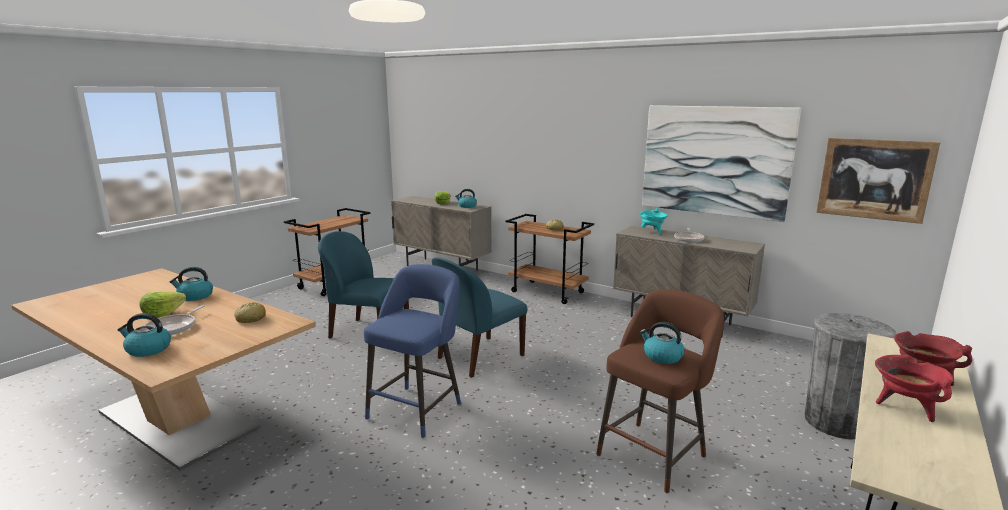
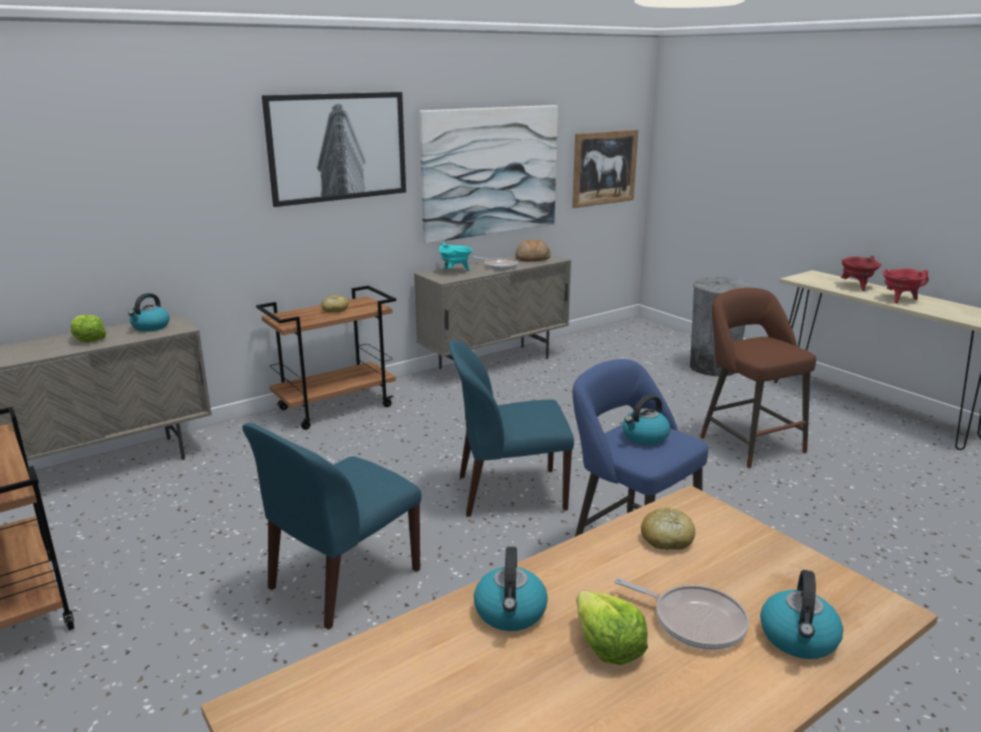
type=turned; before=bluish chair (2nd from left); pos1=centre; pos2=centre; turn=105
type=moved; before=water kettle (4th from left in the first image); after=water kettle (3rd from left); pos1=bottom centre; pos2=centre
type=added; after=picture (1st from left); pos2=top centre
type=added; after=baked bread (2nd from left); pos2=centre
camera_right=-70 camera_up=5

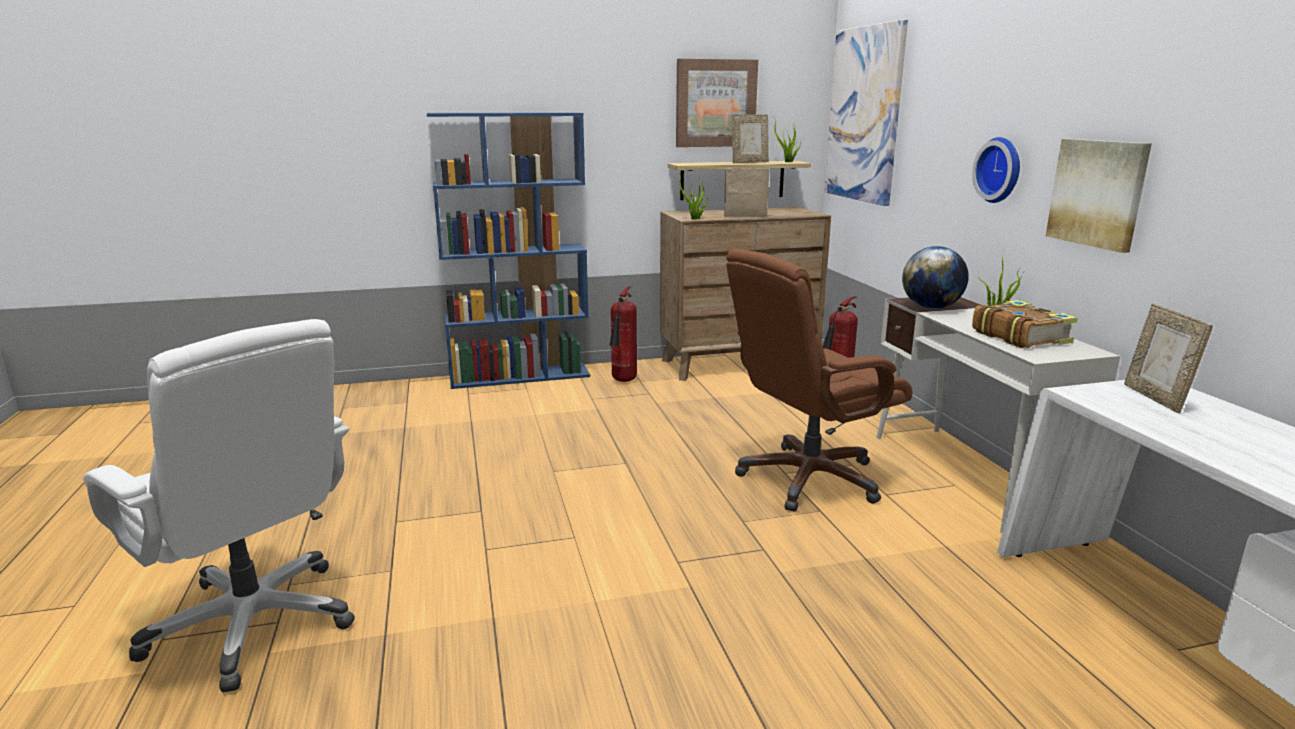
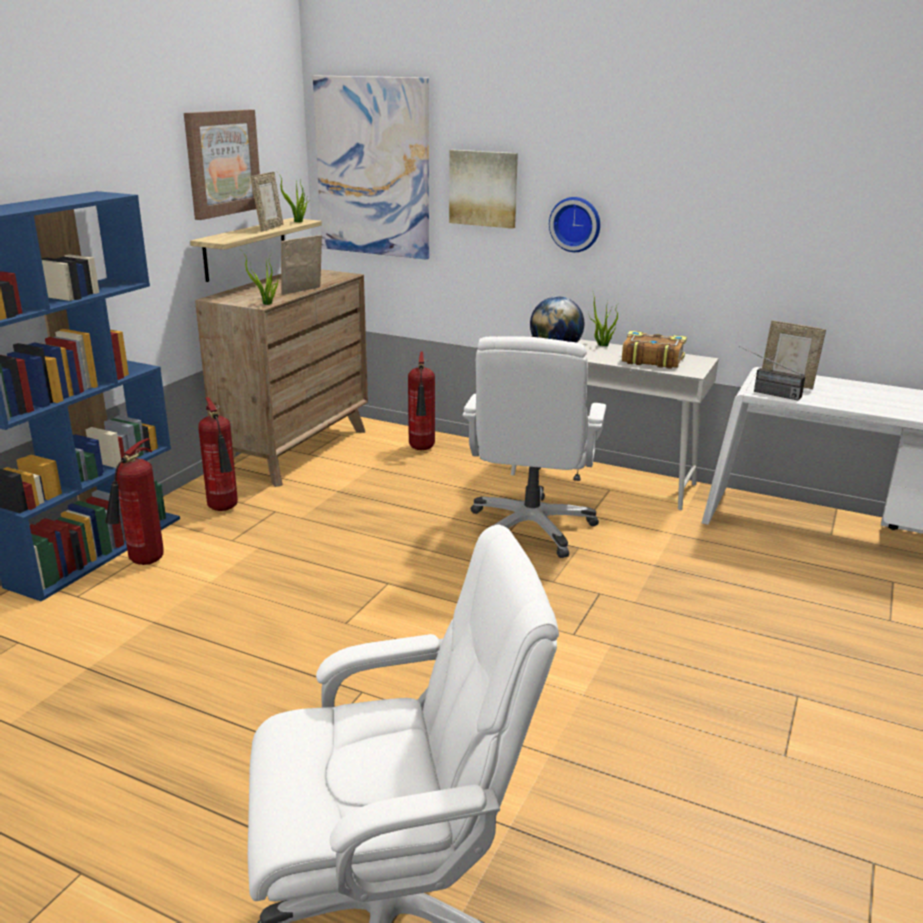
type=recoloured; before=brown-coloured computer chair; after=whitish computer chair (2nd from left); pos1=centre; pos2=centre
type=moved; before=picture (3rd from left); pos1=top right; pos2=top centre
type=added; after=fire-fighting cylinder (1st from left); pos2=middle left
type=added; after=radio; pos2=middle right
camera_right=-50 camera_up=5

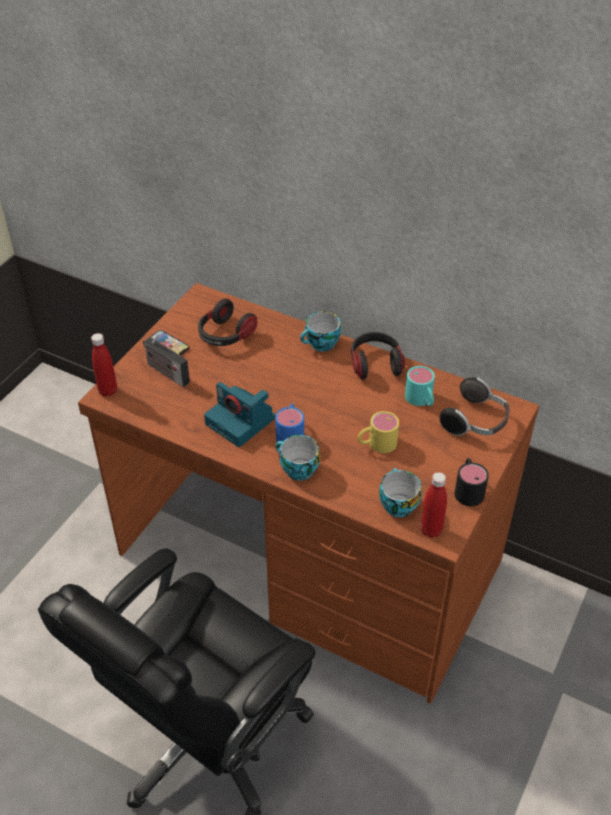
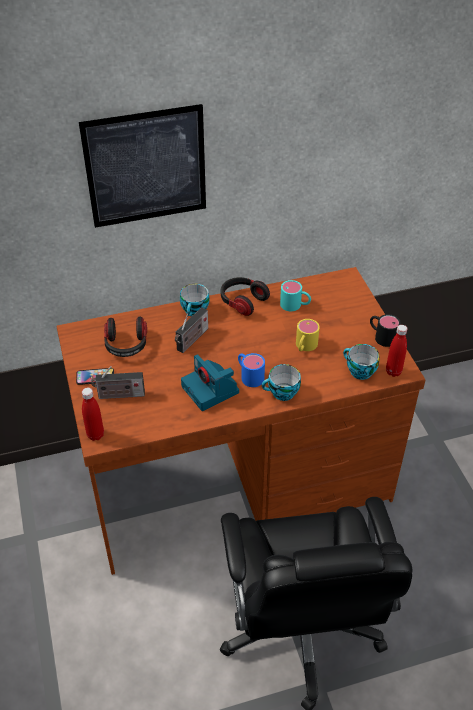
type=turned; before=still camera; pos1=centre; pos2=centre; turn=60
type=removed; before=pair of headphones (3rd from left); pos1=middle right
type=added; after=picture; pos2=top left
type=added; after=radio (2nd from left); pos2=centre
camera_right=-45 camera_up=0

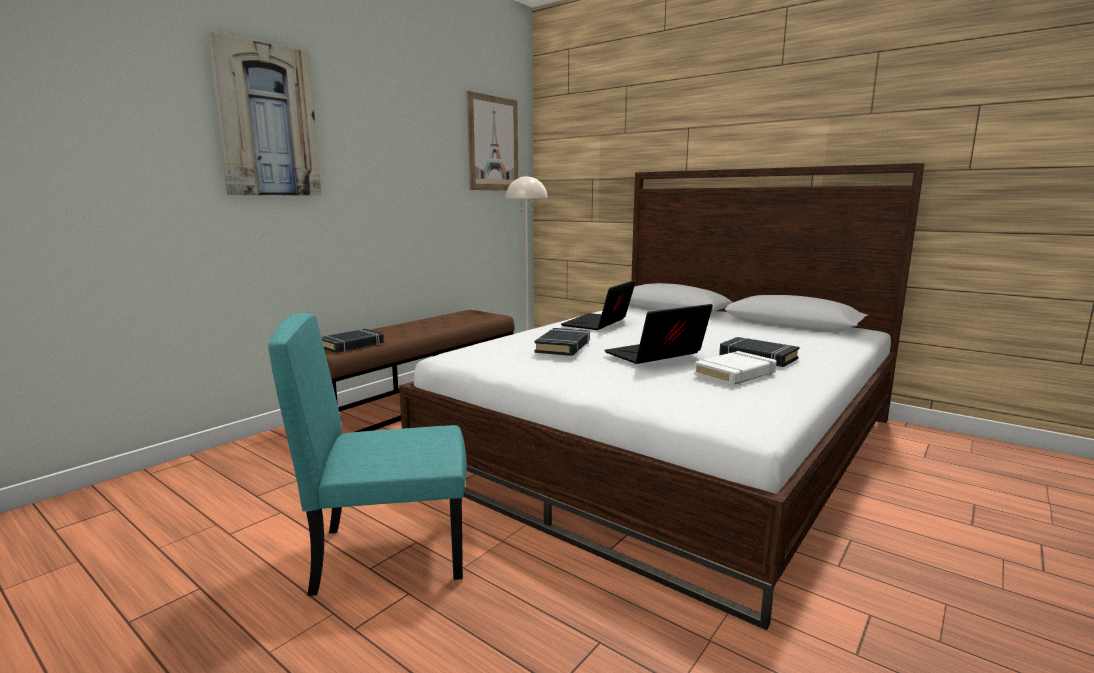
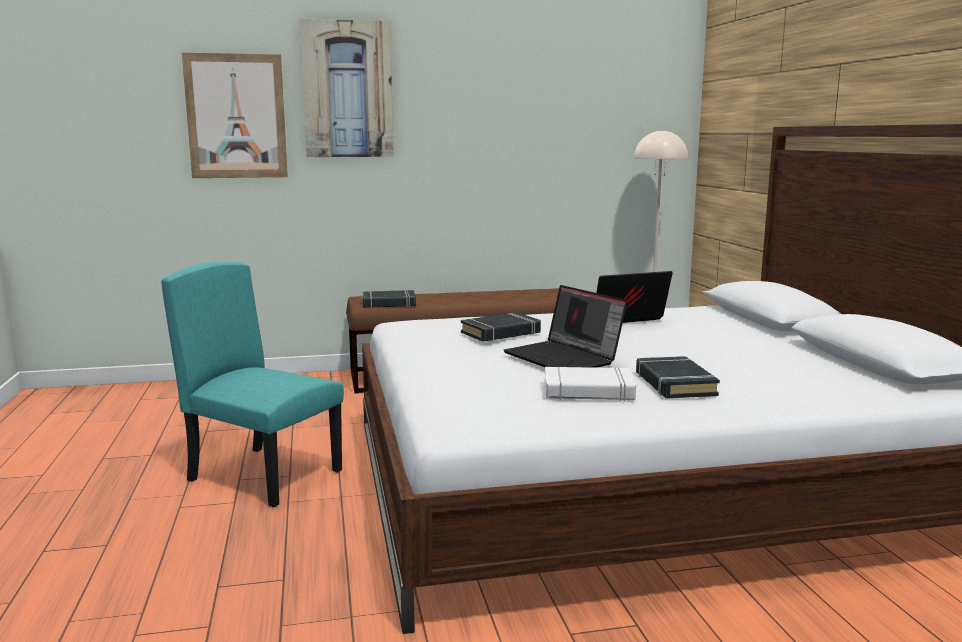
type=moved; before=picture (2nd from left in the first image); after=picture (1st from left); pos1=top centre; pos2=top left
type=turned; before=laptop (2nd from left in the first image); pos1=centre; pos2=centre; turn=-135
camera_right=40 camera_up=0

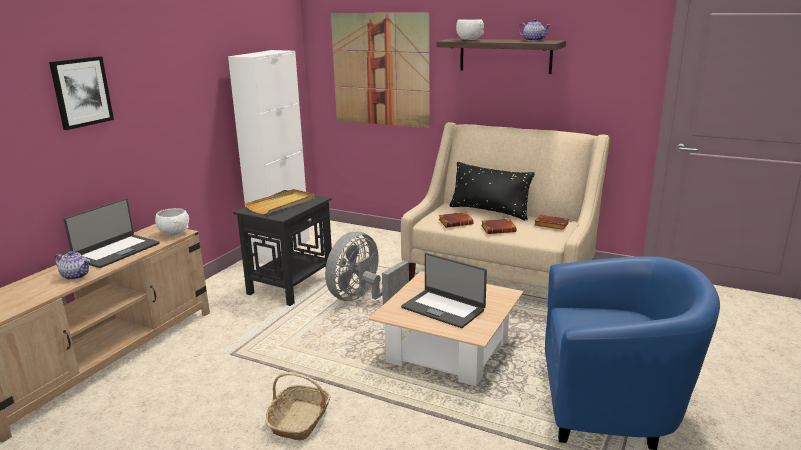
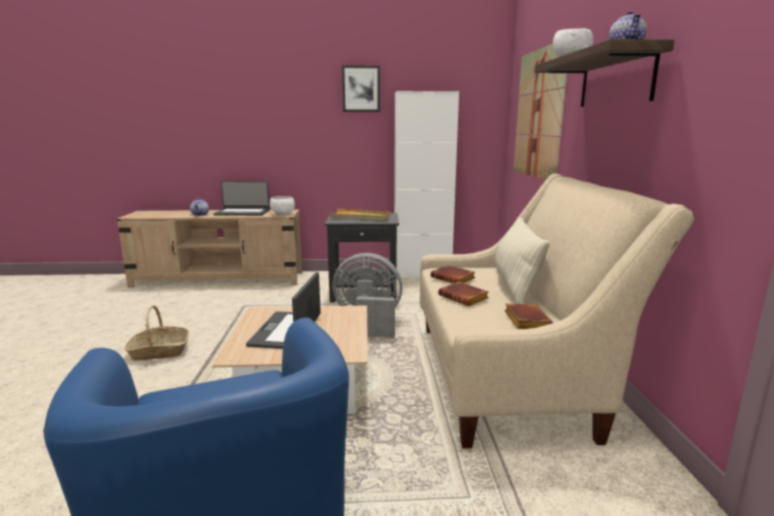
type=moved; before=picture (1st from left); pos1=top left; pos2=top centre
type=recoloured; before=black pillow; after=sand-coloured pillow; pos1=centre; pos2=middle right
camera_right=60 camera_up=-5

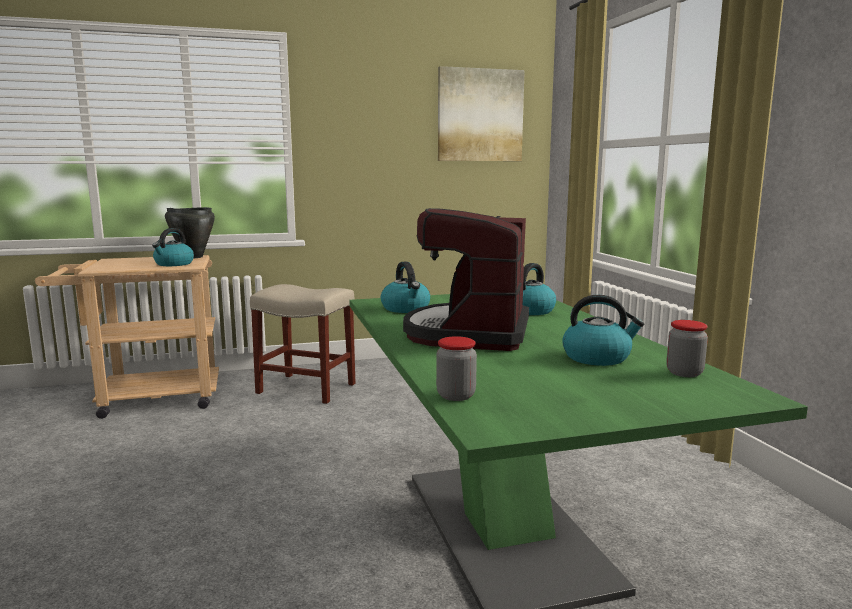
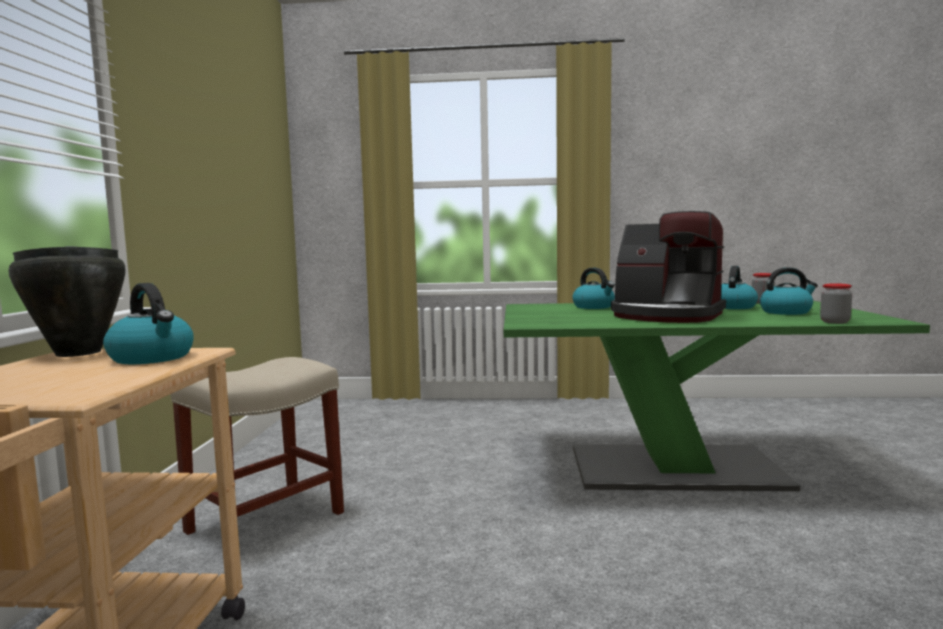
type=moved; before=water kettle (2nd from left in the first image); after=water kettle (4th from left); pos1=centre; pos2=middle right
type=removed; before=picture; pos1=top centre
camera_right=-70 camera_up=-5

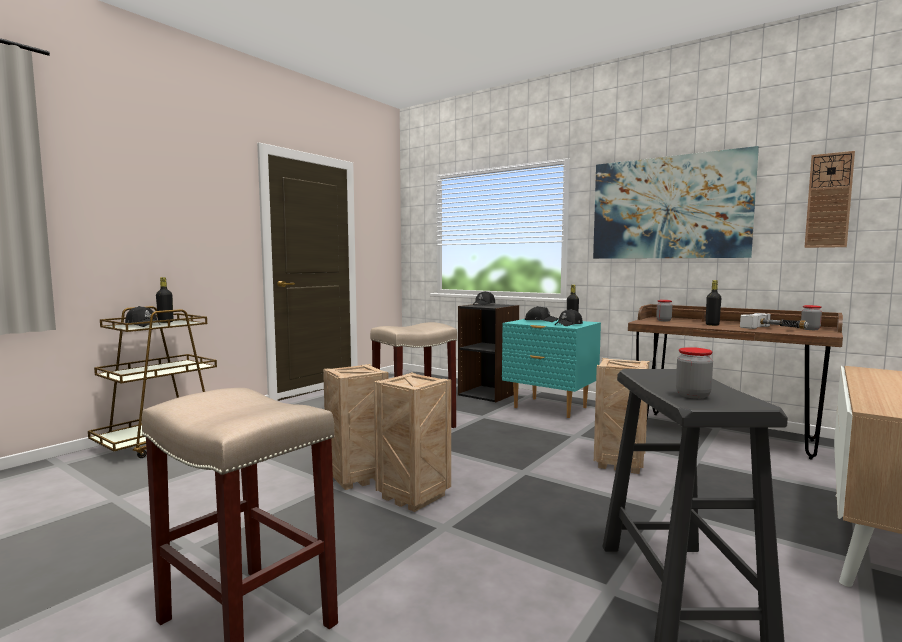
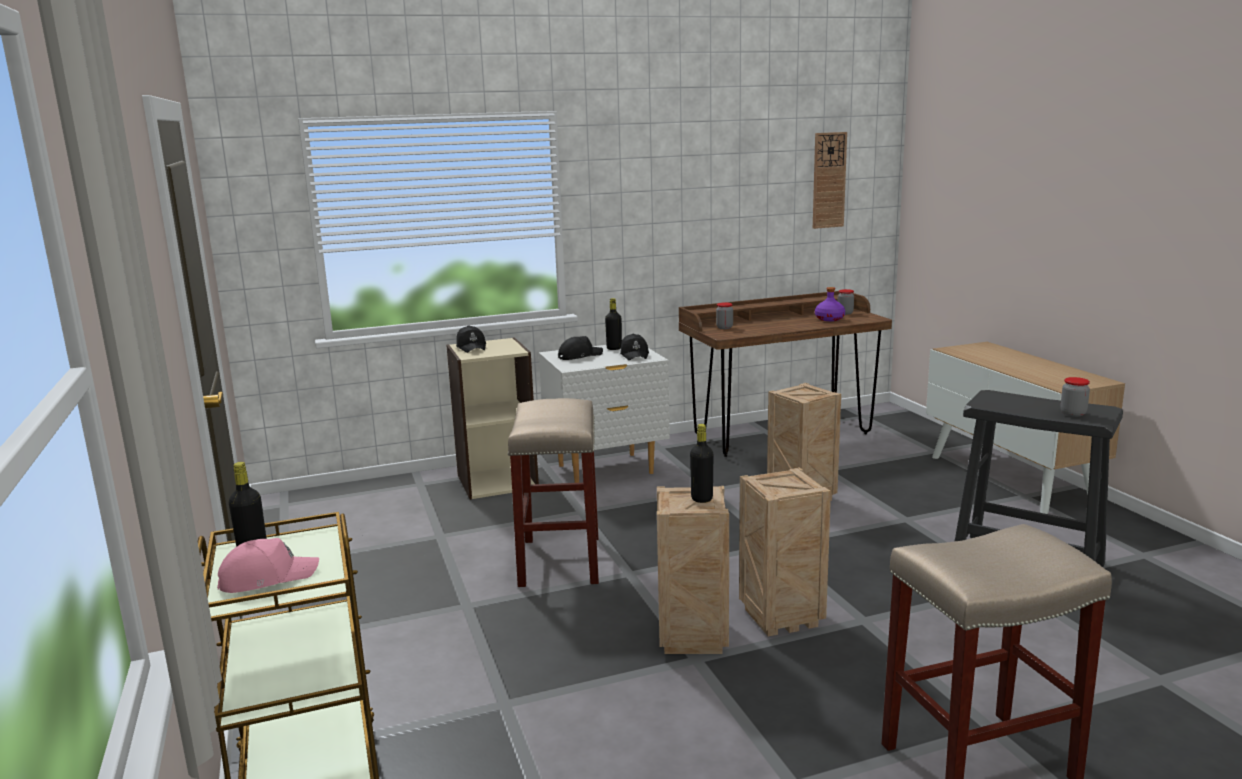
type=recoloured; before=black baseball cap (1st from left); after=pink-coloured baseball cap; pos1=middle left; pos2=bottom left
type=recoloured; before=black shelving unit; after=sand-coloured shelving unit; pos1=centre; pos2=centre
type=recoloured; before=turquoise-coloured bedside table; after=whitish bedside table; pos1=centre; pos2=centre
type=removed; before=picture; pos1=top right
type=moved; before=black bottle (3rd from left); pos1=middle right; pos2=centre
type=replaced; before=tool hammer; after=purple bottle; pos1=middle right; pos2=middle right
camera_right=-55 camera_up=10

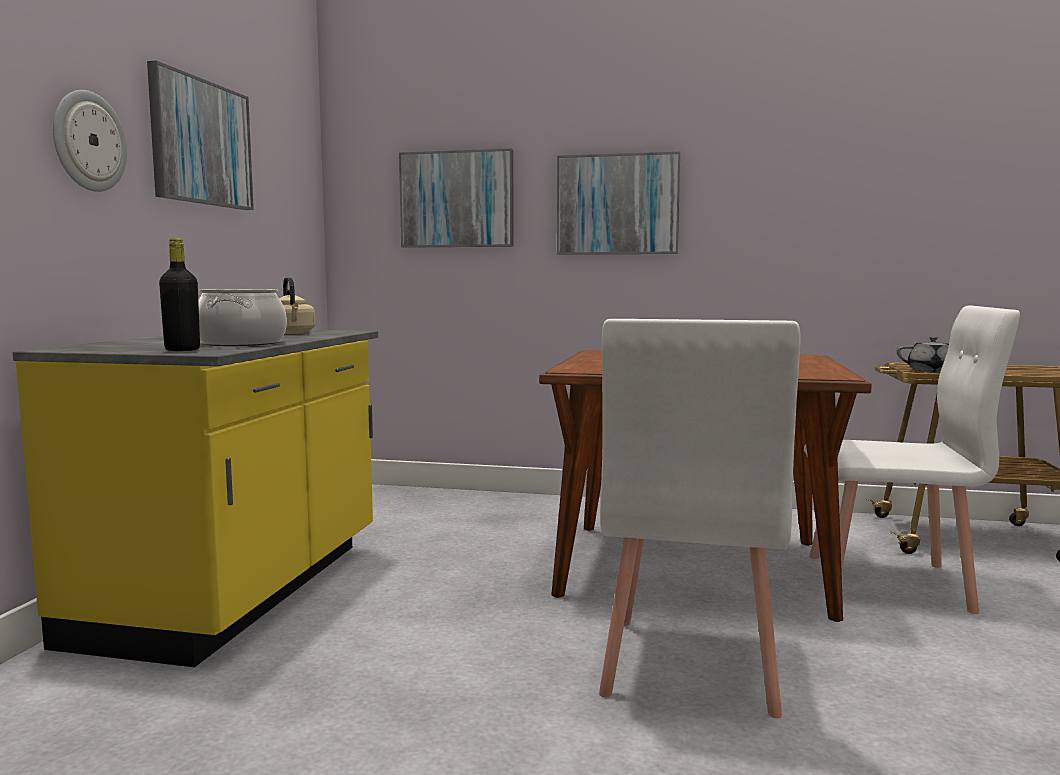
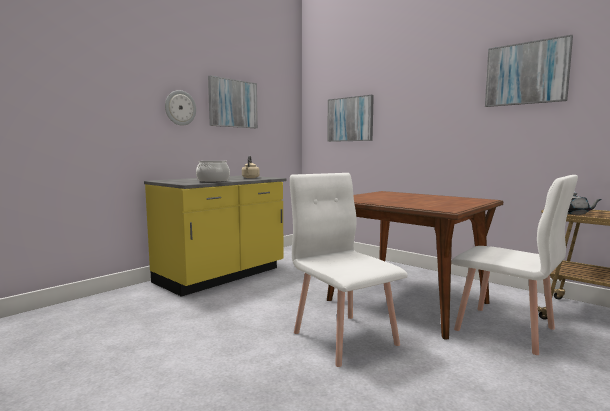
type=removed; before=black bottle; pos1=middle left
type=moved; before=picture (3rd from left); pos1=top centre; pos2=top right
type=turned; before=whitish chair (1st from left); pos1=bottom centre; pos2=centre; turn=105
camera_right=30 camera_up=0

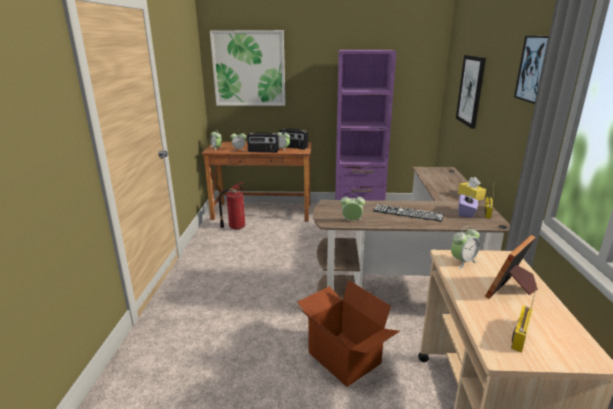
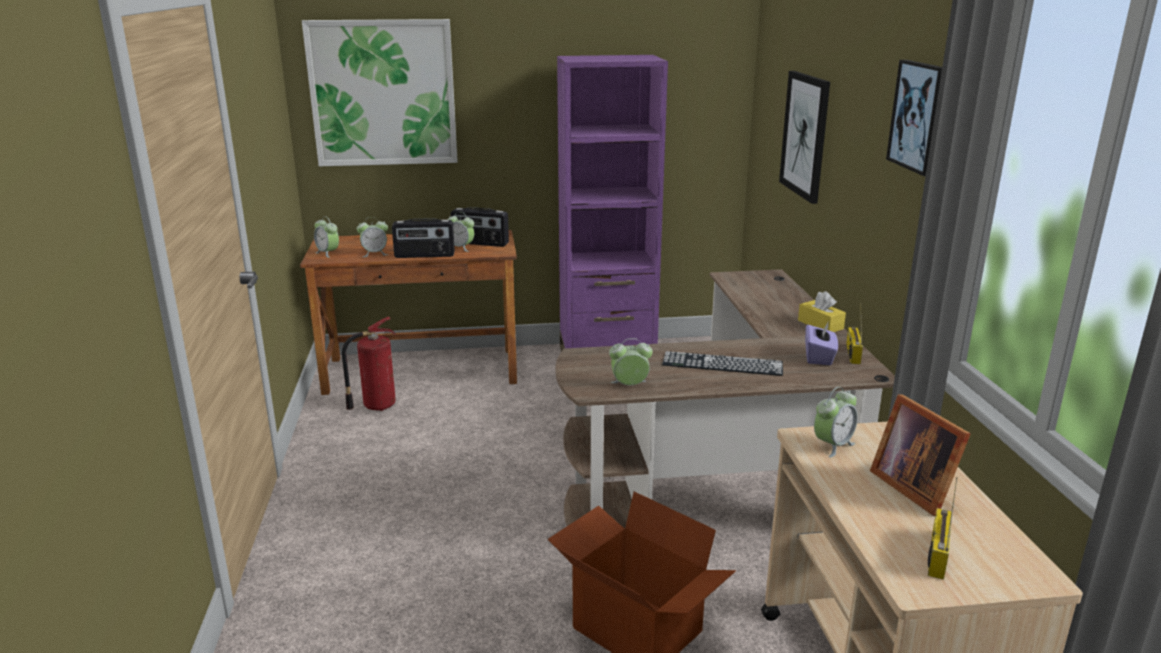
type=turned; before=photo frame; pos1=middle right; pos2=bottom right; turn=-60
camera_right=-10 camera_up=0

